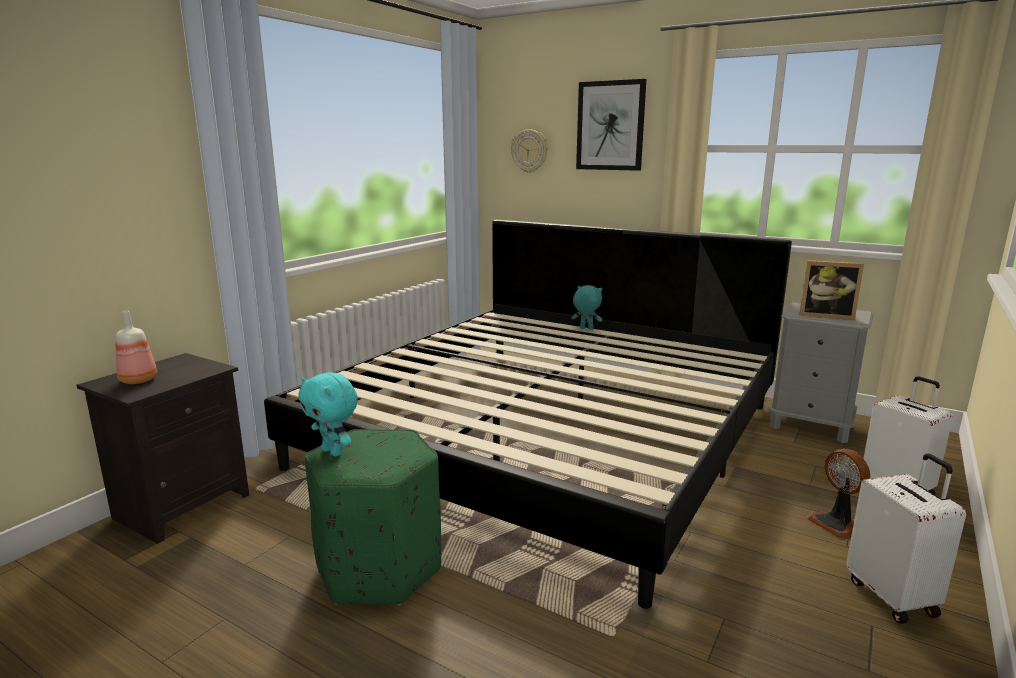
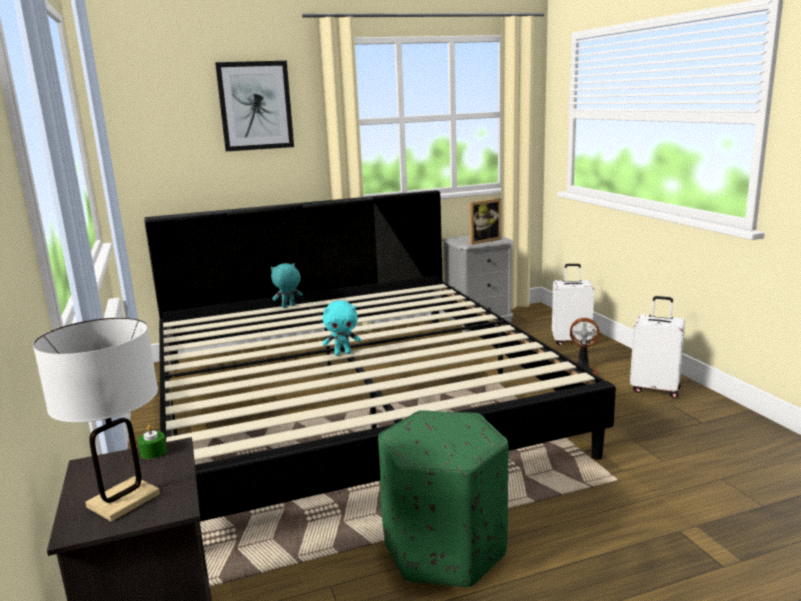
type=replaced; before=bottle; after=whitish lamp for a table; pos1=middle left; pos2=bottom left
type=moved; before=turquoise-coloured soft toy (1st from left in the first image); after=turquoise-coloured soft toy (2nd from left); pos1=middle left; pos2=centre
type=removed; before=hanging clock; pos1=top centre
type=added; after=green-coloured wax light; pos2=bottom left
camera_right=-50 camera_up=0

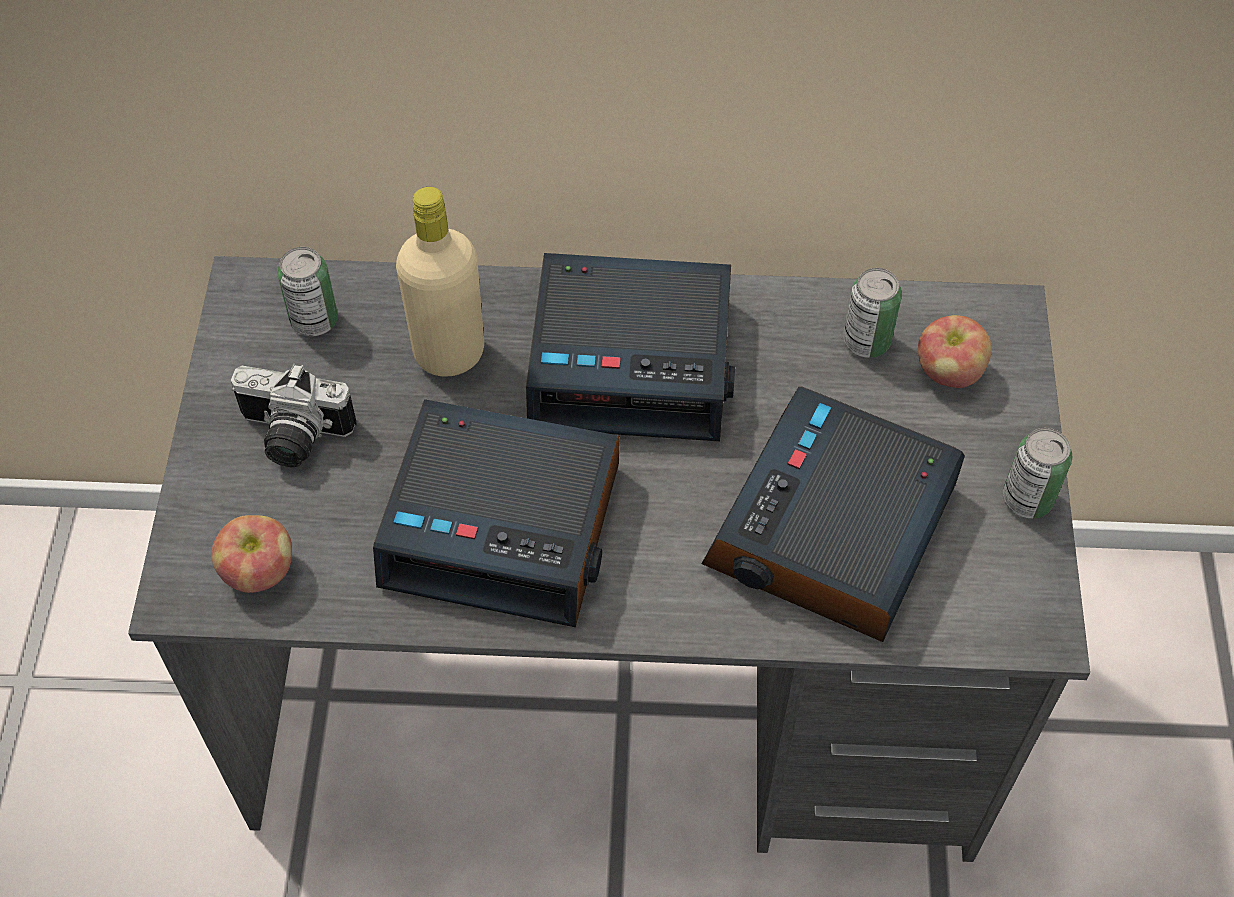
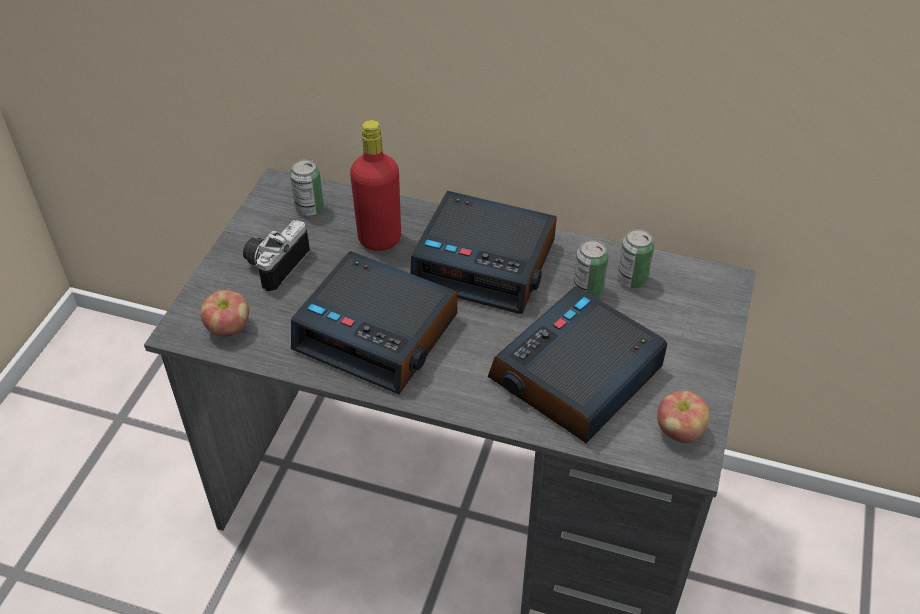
type=turned; before=still camera; pos1=middle left; pos2=middle left; turn=90
type=recoloured; before=sand-coloured bottle; after=reddish bottle; pos1=top centre; pos2=top centre
type=moved; before=apple fruit (2nd from left); pos1=middle right; pos2=bottom right
type=moved; before=sealed can (3rd from left in the first image); after=sealed can (2nd from left); pos1=middle right; pos2=centre
camera_right=15 camera_up=-10

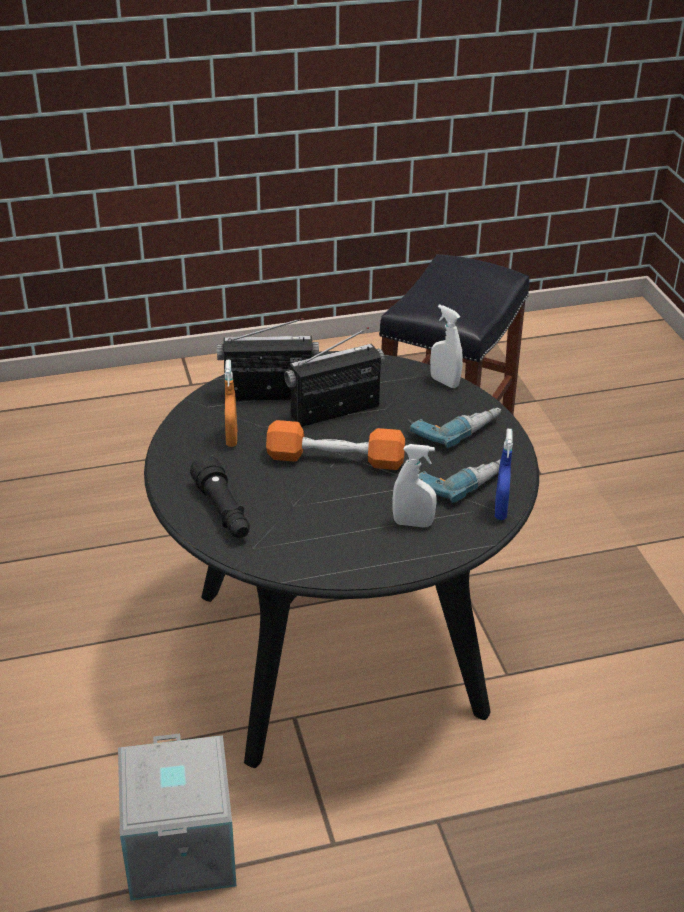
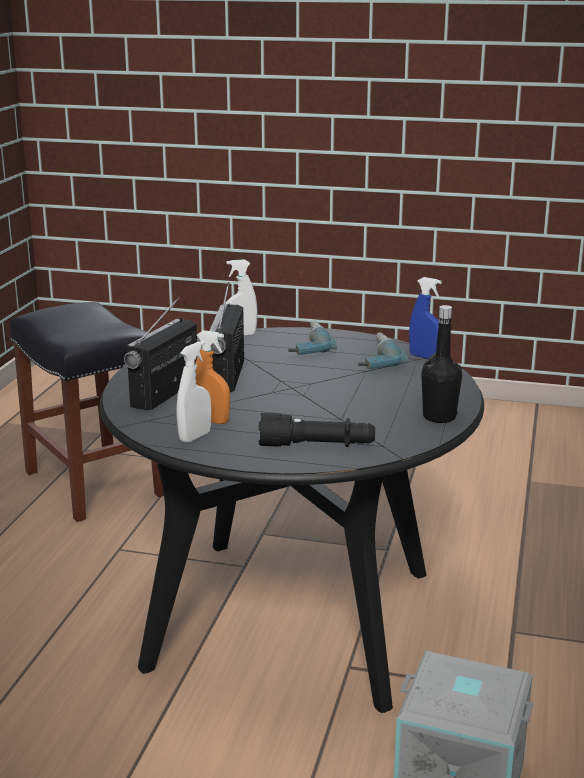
type=removed; before=orange-coloured free weight; pos1=centre
type=moved; before=whitish spray bottle (1st from left); pos1=centre; pos2=middle left
type=added; after=black bottle; pos2=middle right
camera_right=-60 camera_up=-15

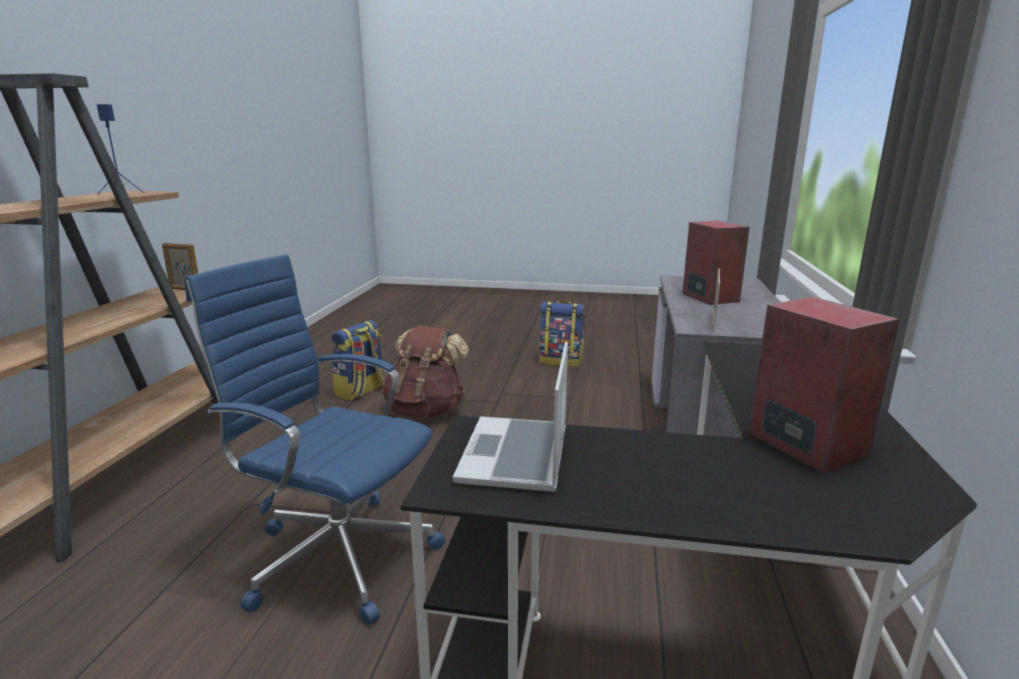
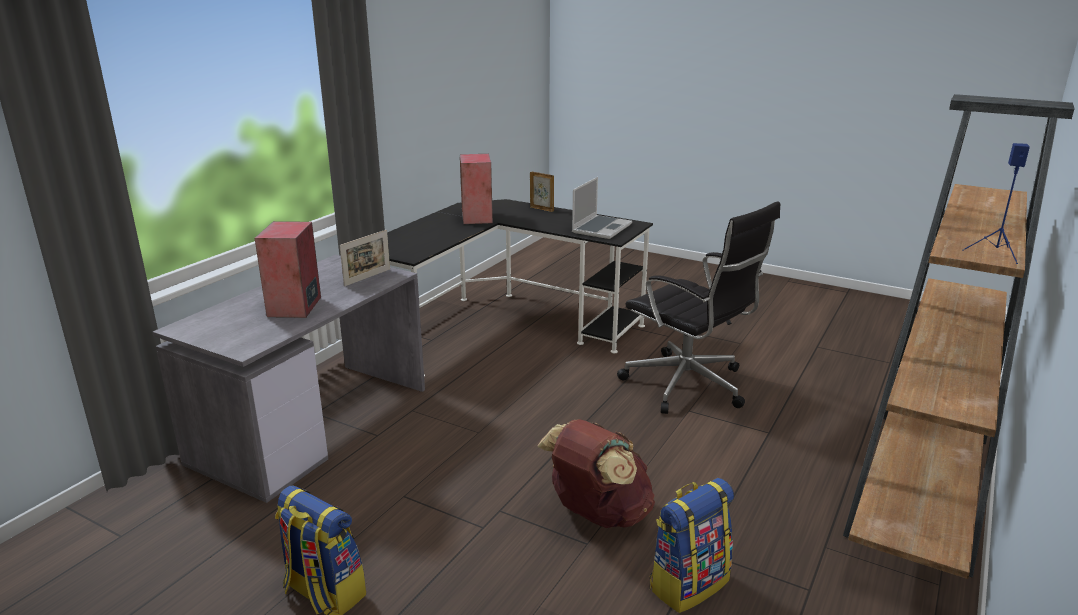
type=moved; before=photo frame (1st from left in the first image); after=photo frame (2nd from left); pos1=middle left; pos2=top centre
type=recoloured; before=bluish computer chair; after=black computer chair; pos1=middle left; pos2=centre
camera_right=-160 camera_up=5

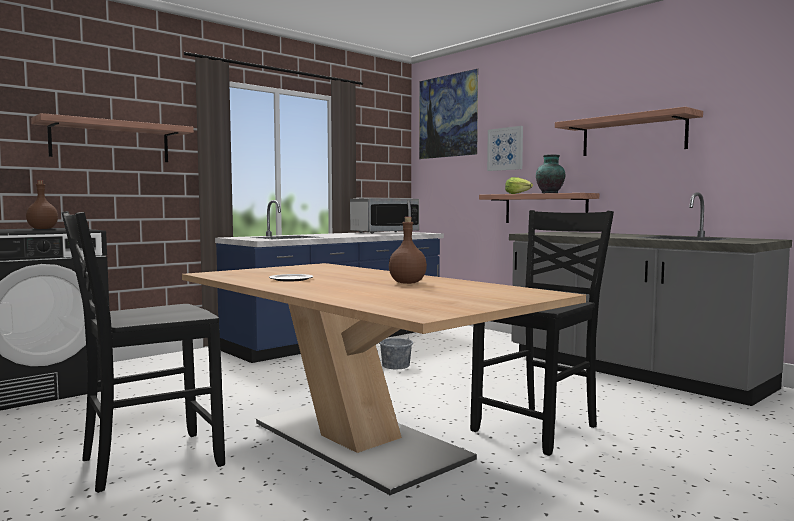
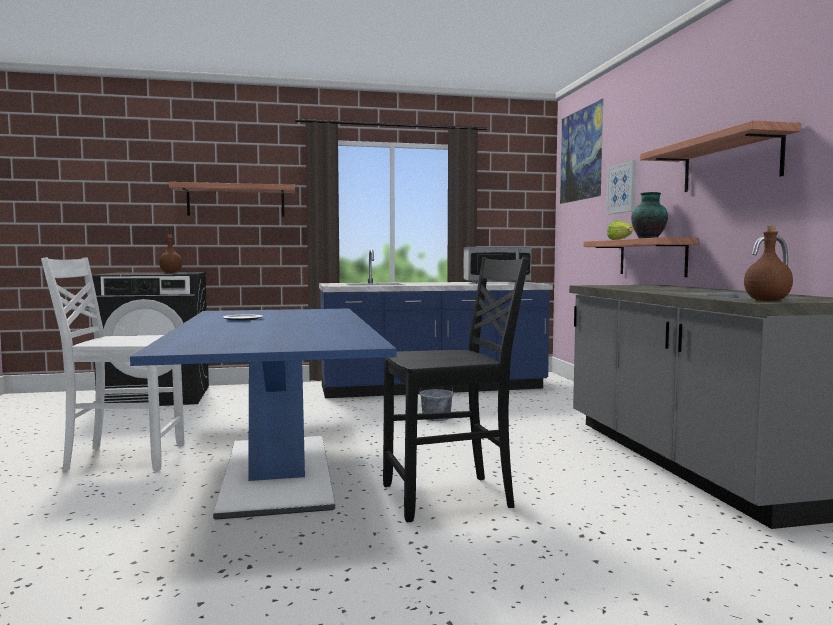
type=recoloured; before=black chair (1st from left); after=whitish chair; pos1=bottom left; pos2=middle left
type=recoloured; before=sand-coloured dining table; after=bluish dining table; pos1=bottom centre; pos2=middle left
type=moved; before=brown-coloured bottle (2nd from left); pos1=centre; pos2=middle right
camera_right=30 camera_up=0

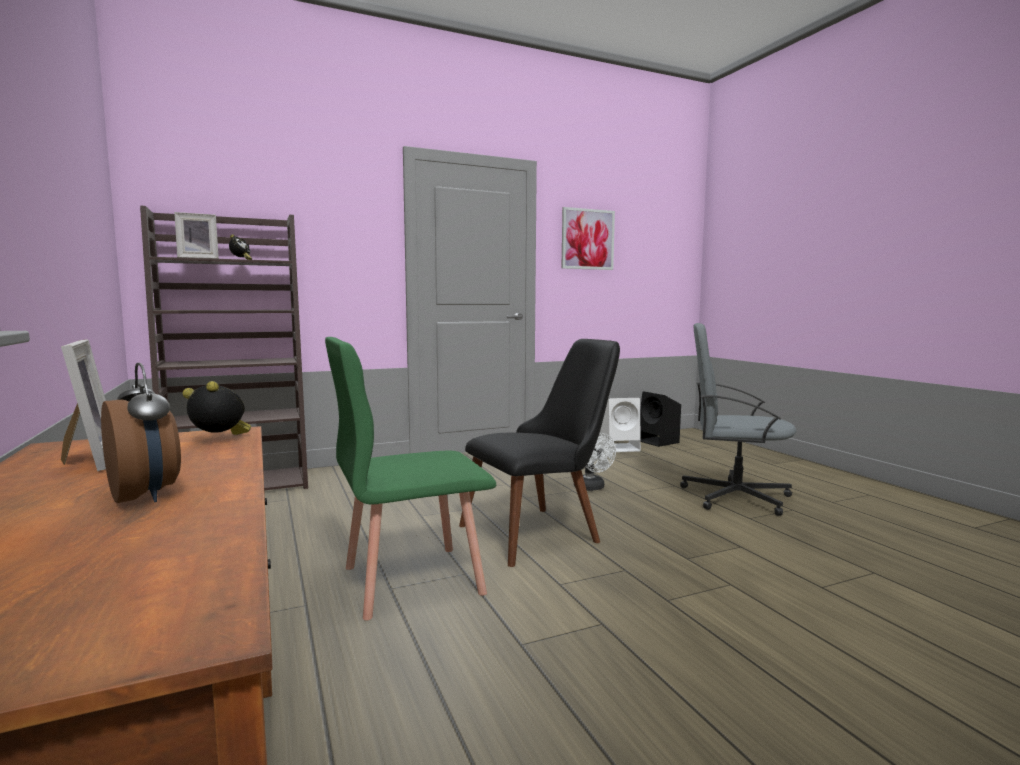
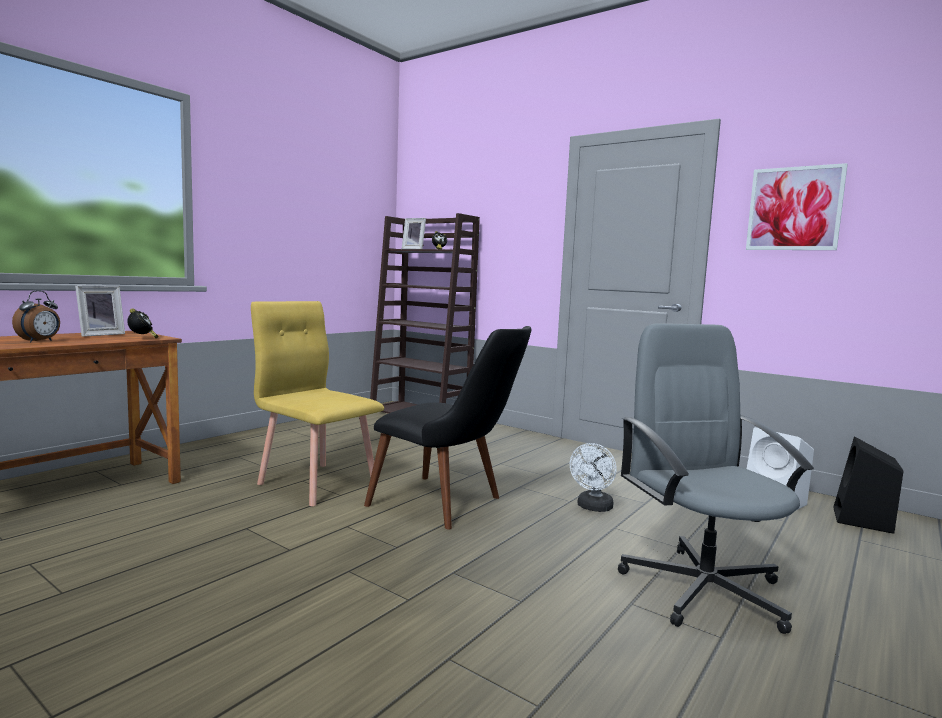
type=recoloured; before=green-coloured chair; after=yellowish chair; pos1=centre; pos2=centre
camera_right=60 camera_up=0

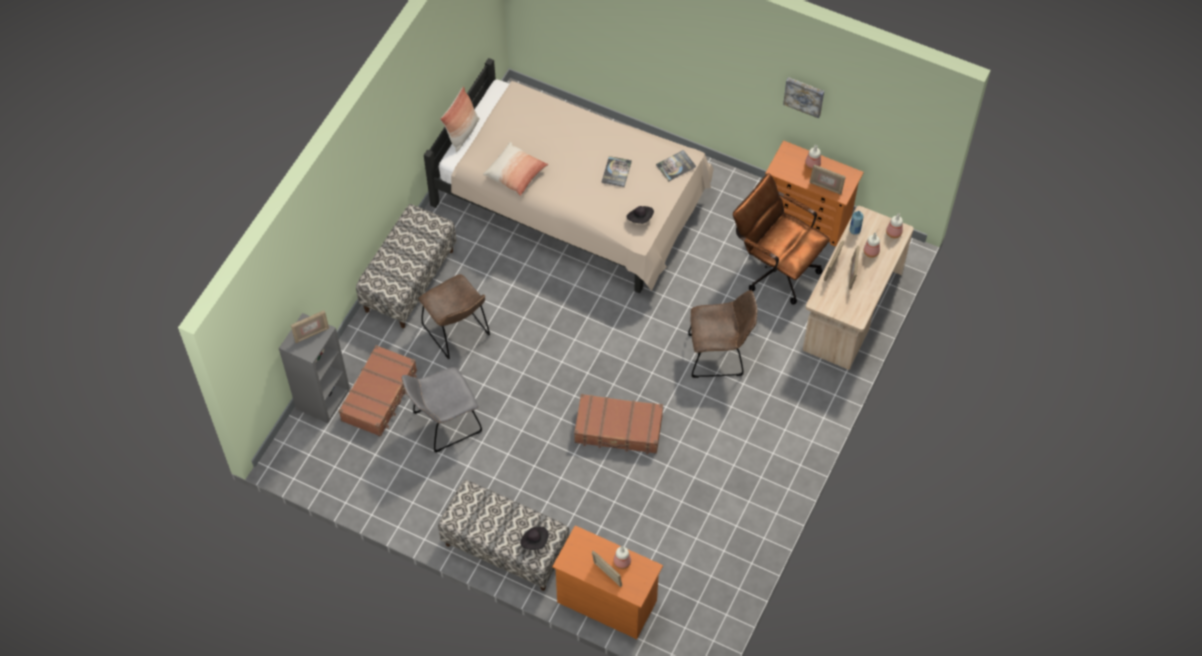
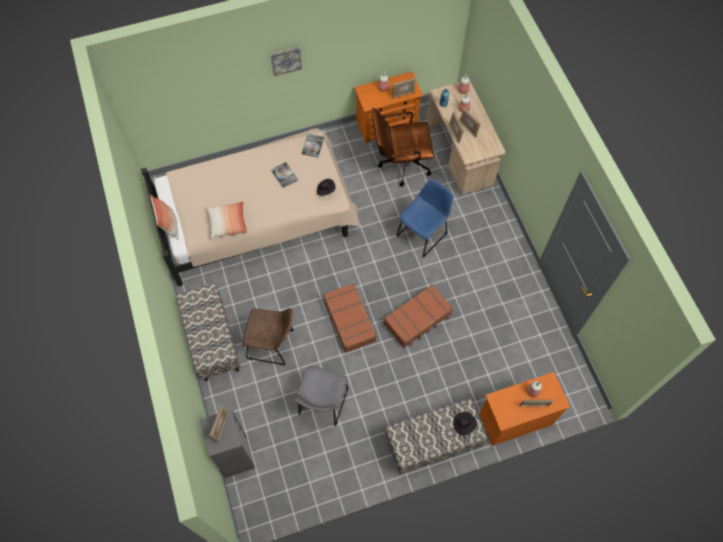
type=moved; before=brown-coloured travel case (1st from left); pos1=middle left; pos2=centre
type=recoloured; before=brown-coloured chair (2nd from left); after=bluish chair; pos1=centre; pos2=centre
type=moved; before=picture; pos1=top right; pos2=top centre
camera_right=-45 camera_up=5

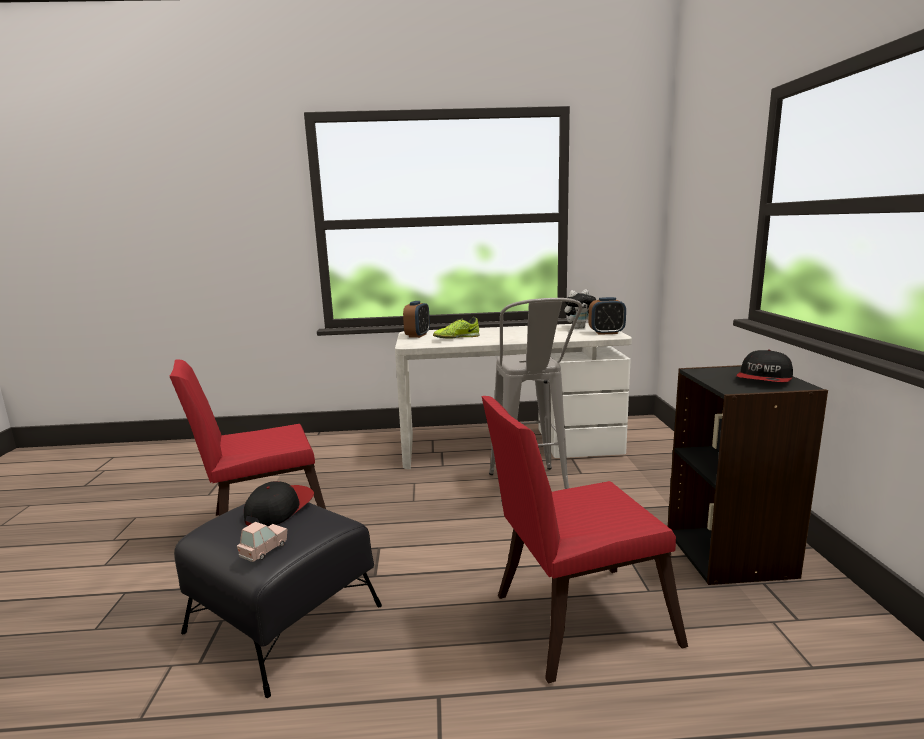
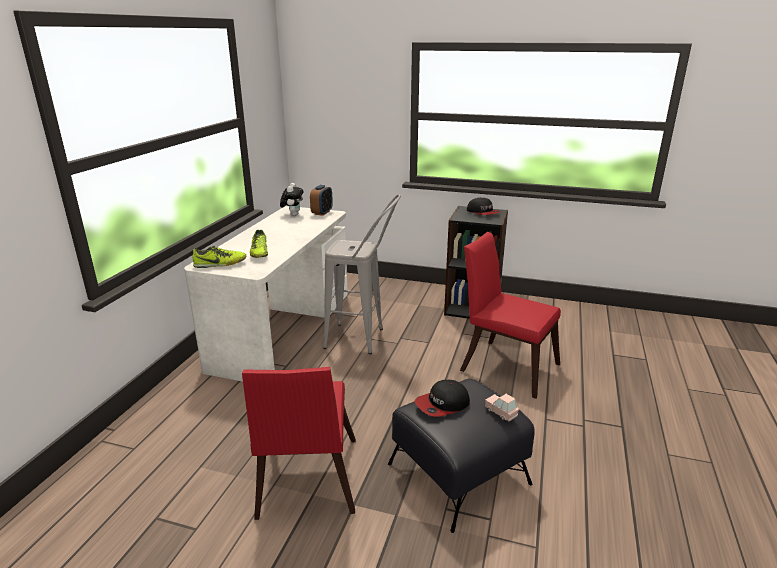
type=turned; before=baseball cap (1st from left); pos1=bottom left; pos2=bottom centre; turn=-75
type=replaced; before=table clock (1st from left); after=item of footwear (1st from left); pos1=centre; pos2=middle left
type=turned; before=reddish chair (2nd from left); pos1=bottom centre; pos2=centre; turn=120
camera_right=-70 camera_up=10

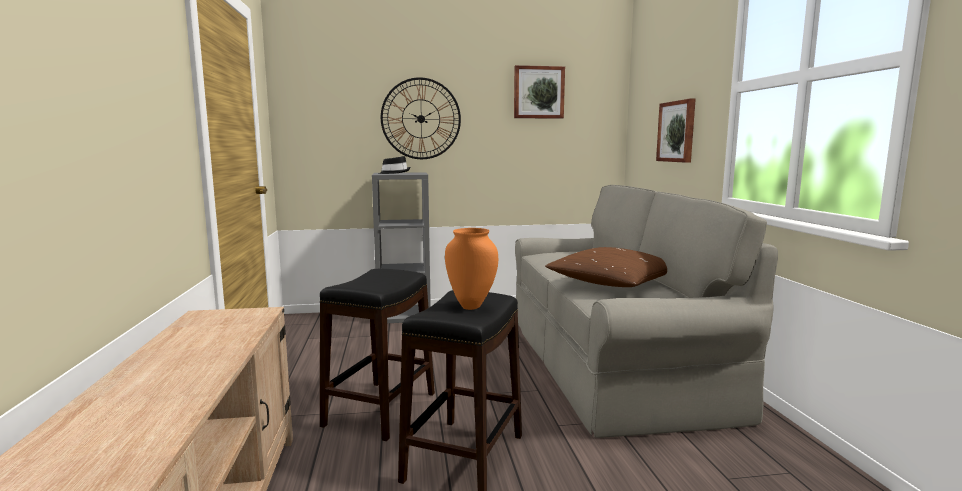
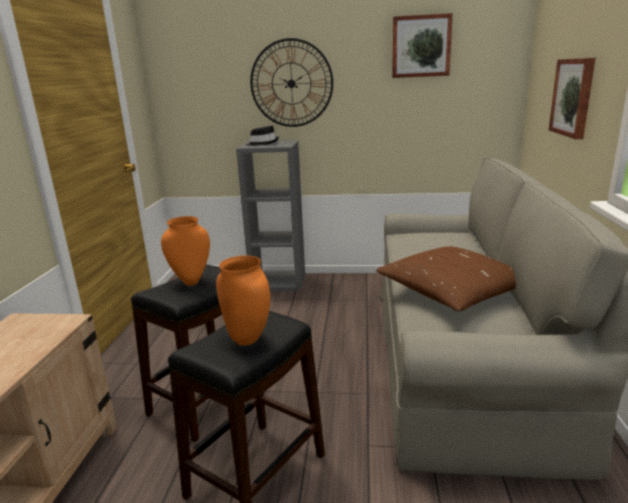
type=added; after=orange-coloured flower vase (1st from left); pos2=middle left
camera_right=15 camera_up=10

